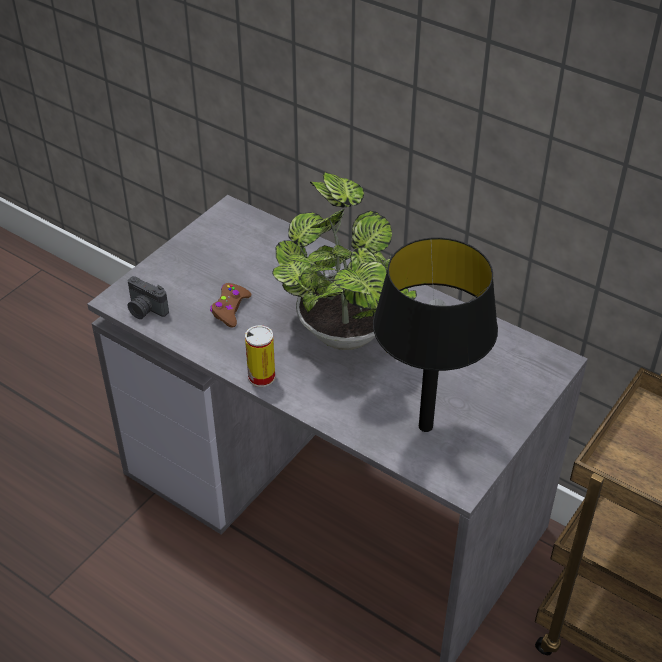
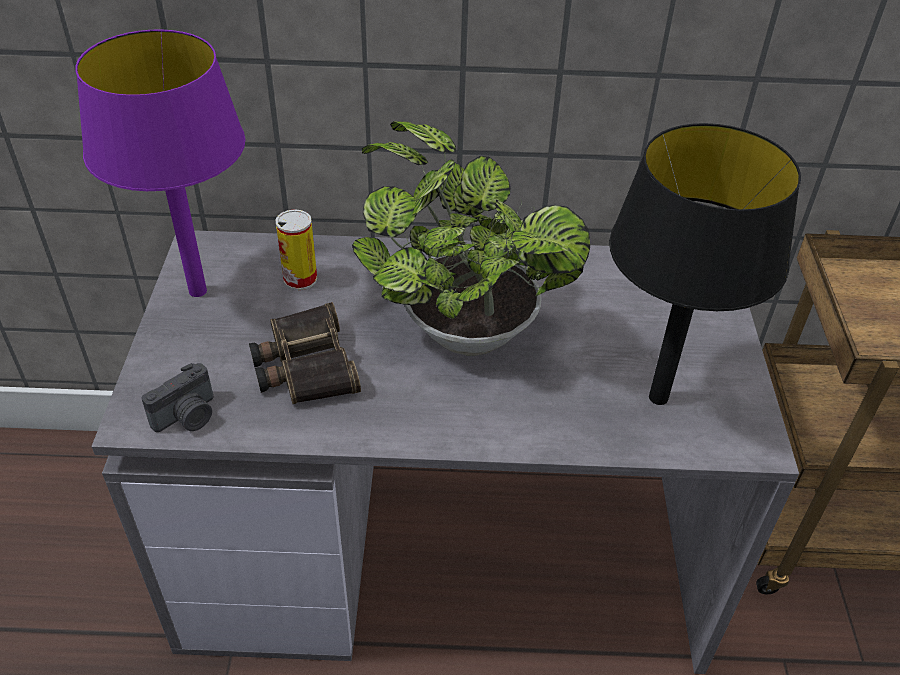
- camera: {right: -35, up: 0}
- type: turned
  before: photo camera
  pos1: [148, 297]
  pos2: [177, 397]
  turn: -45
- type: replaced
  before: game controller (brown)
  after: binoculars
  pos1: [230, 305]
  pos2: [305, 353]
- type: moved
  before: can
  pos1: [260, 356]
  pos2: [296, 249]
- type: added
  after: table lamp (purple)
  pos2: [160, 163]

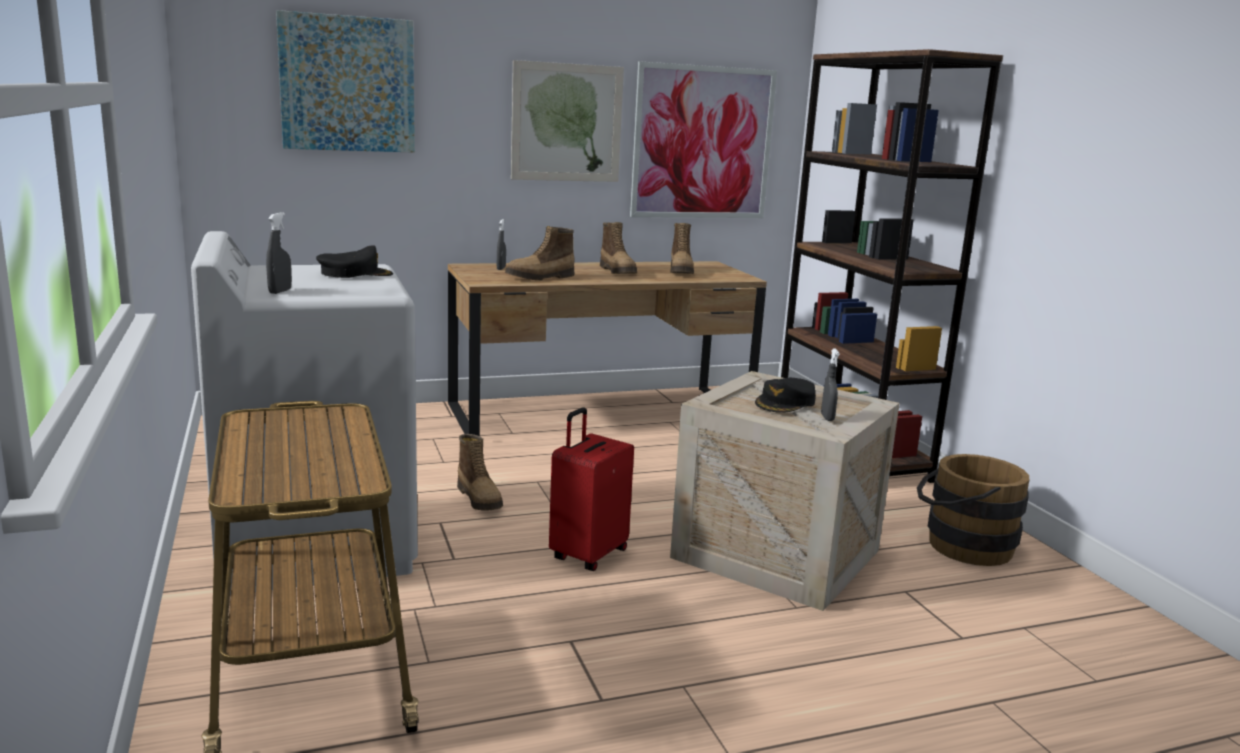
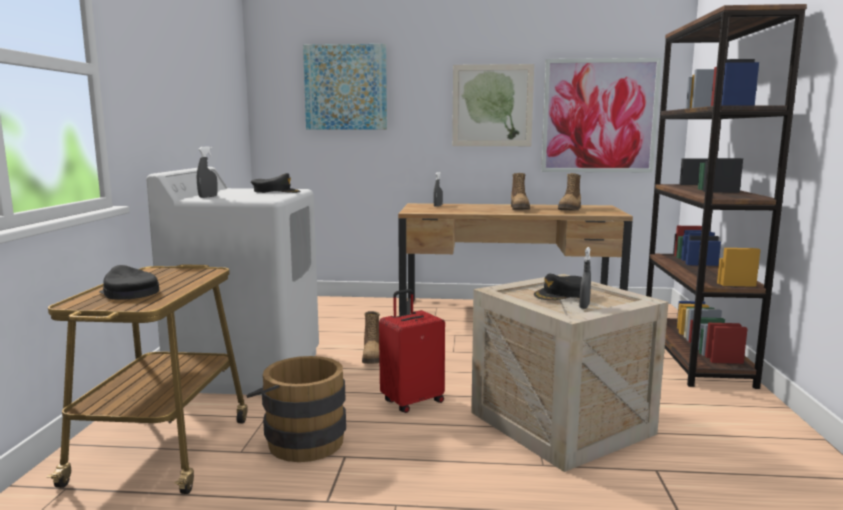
- camera: {right: 25, up: -5}
- type: removed
  before: boot
  pos1: [540, 253]
- type: moved
  before: bucket (brown)
  pos1: [973, 510]
  pos2: [296, 409]
- type: added
  after: cap (black)
  pos2: [129, 282]

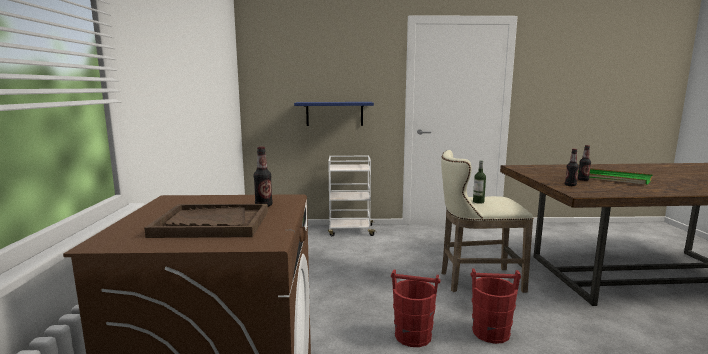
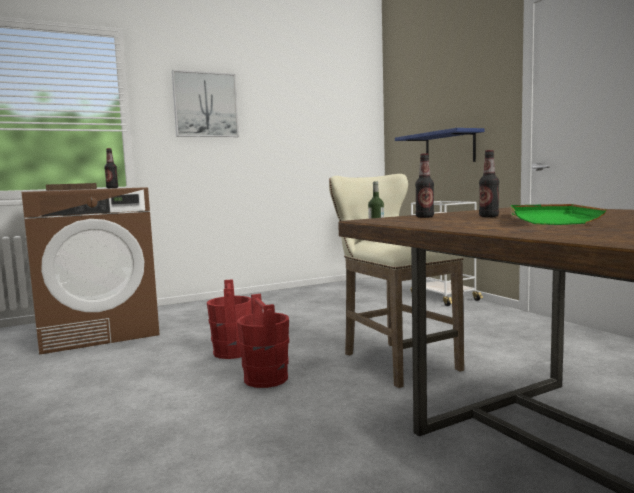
- camera: {right: 65, up: -5}
- type: added
  after: picture
  pos2: [205, 103]

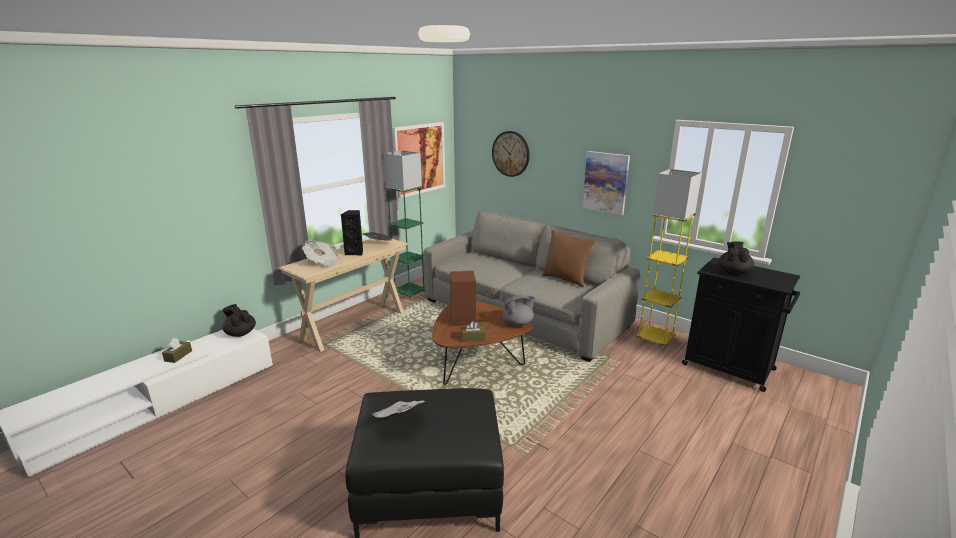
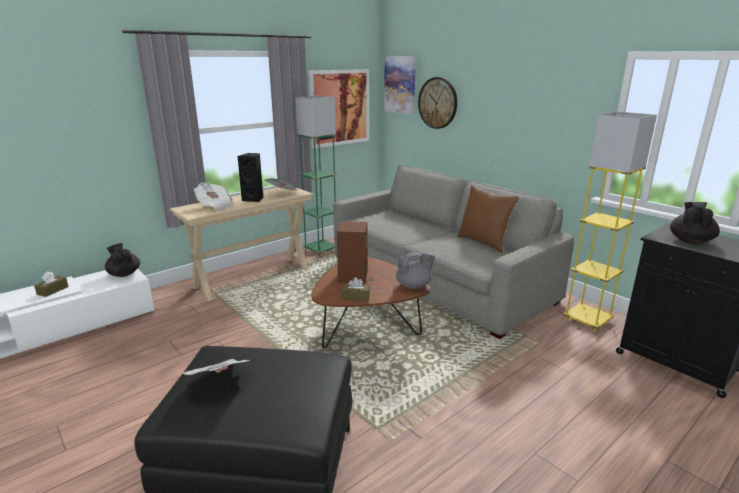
- camera: {right: 10, up: 0}
- type: moved
  before: picture
  pos1: [606, 183]
  pos2: [400, 85]

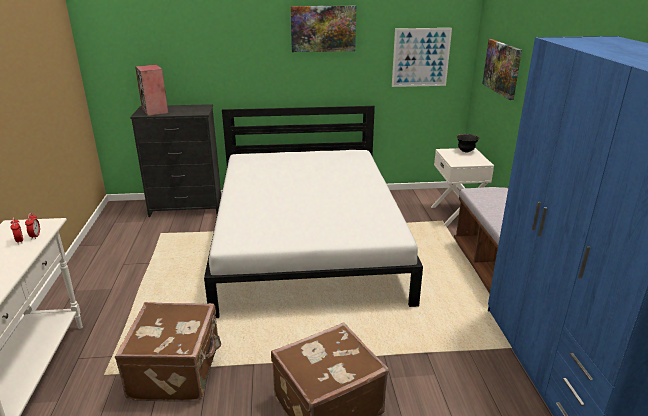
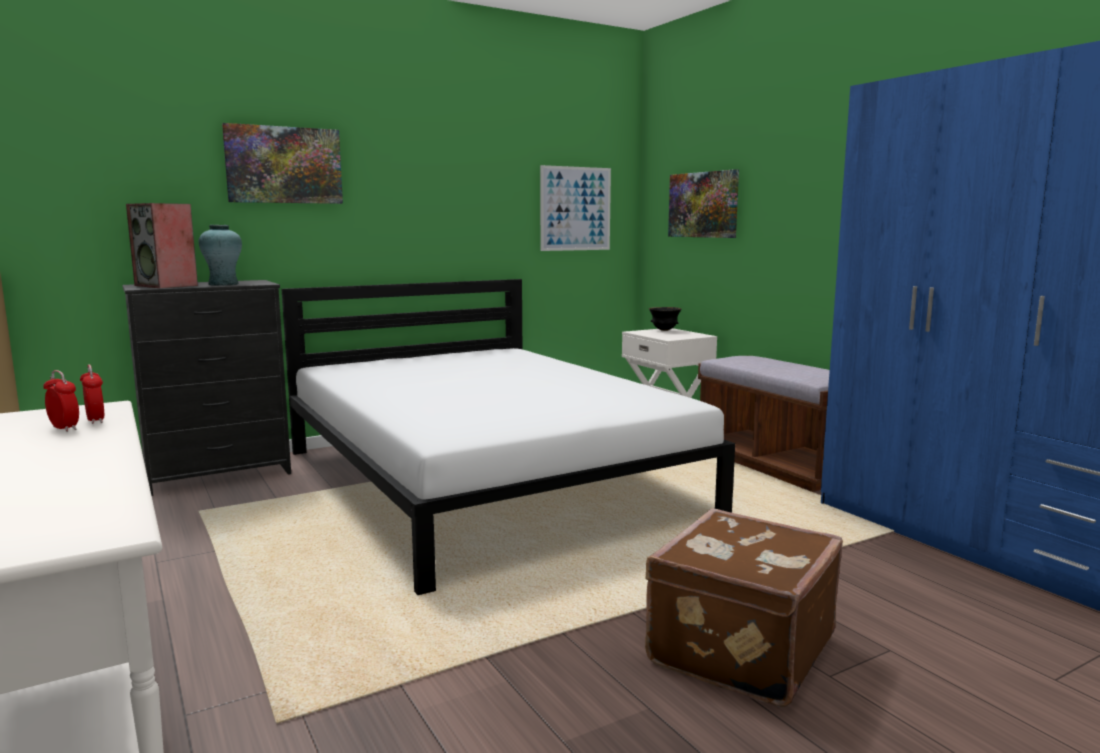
- camera: {right: -25, up: -15}
- type: removed
  before: suitcase (brown)
  pos1: [168, 351]
- type: moved
  before: picture
  pos1: [323, 29]
  pos2: [282, 163]
- type: added
  after: vase (turquoise)
  pos2: [220, 255]

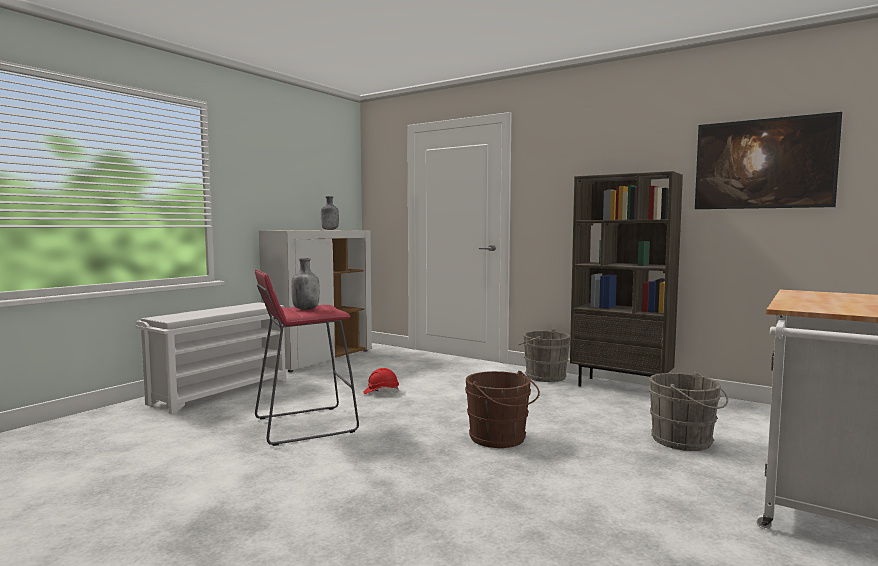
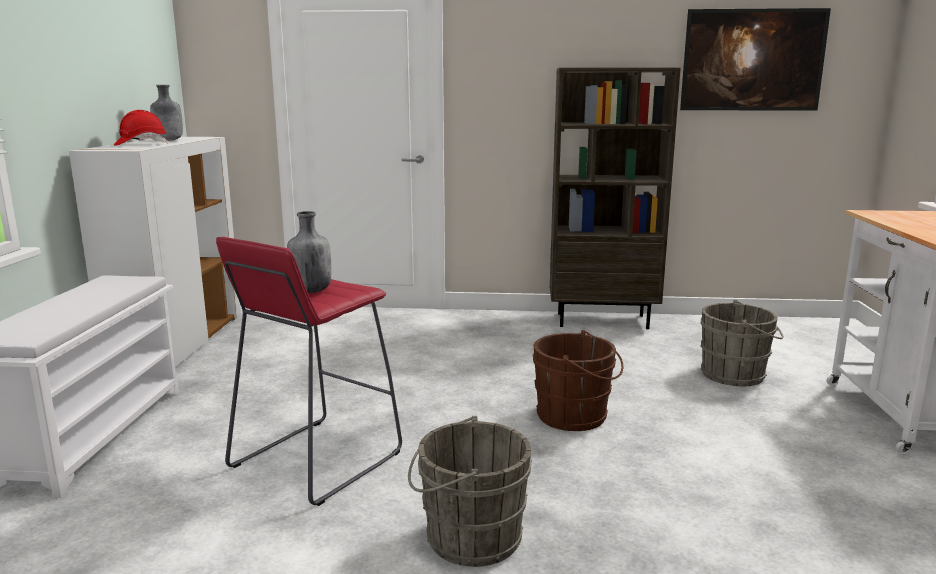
- camera: {right: -30, up: 10}
- type: moved
  before: hard hat (red)
  pos1: [381, 381]
  pos2: [140, 128]
- type: moved
  before: bucket (grey)
  pos1: [544, 355]
  pos2: [470, 491]

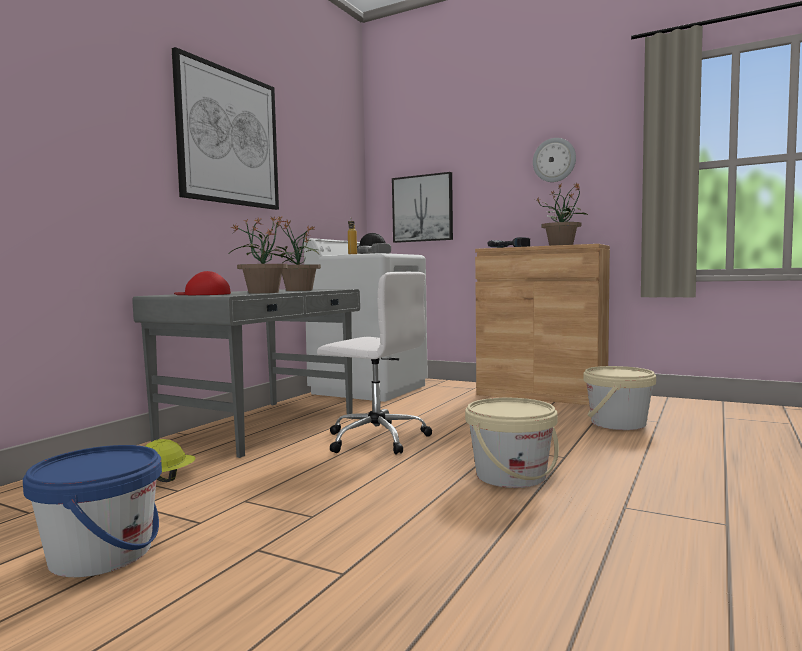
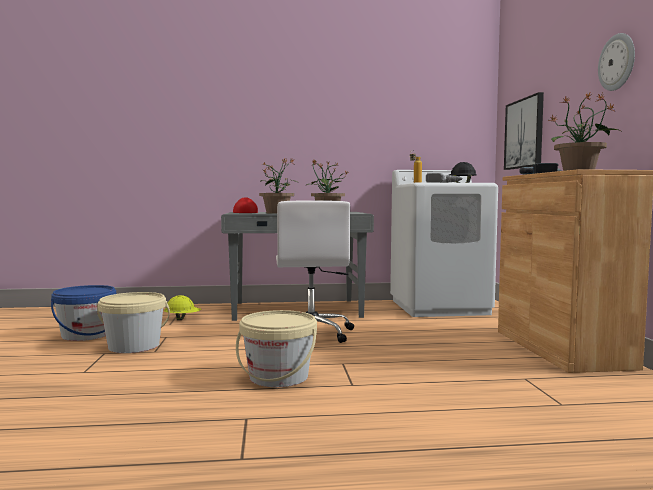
- camera: {right: 55, up: 0}
- type: removed
  before: picture
  pos1: [225, 128]
- type: moved
  before: bucket (beige)
  pos1: [620, 398]
  pos2: [133, 322]

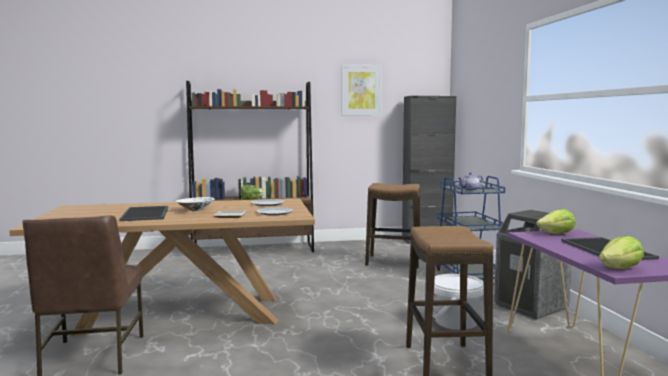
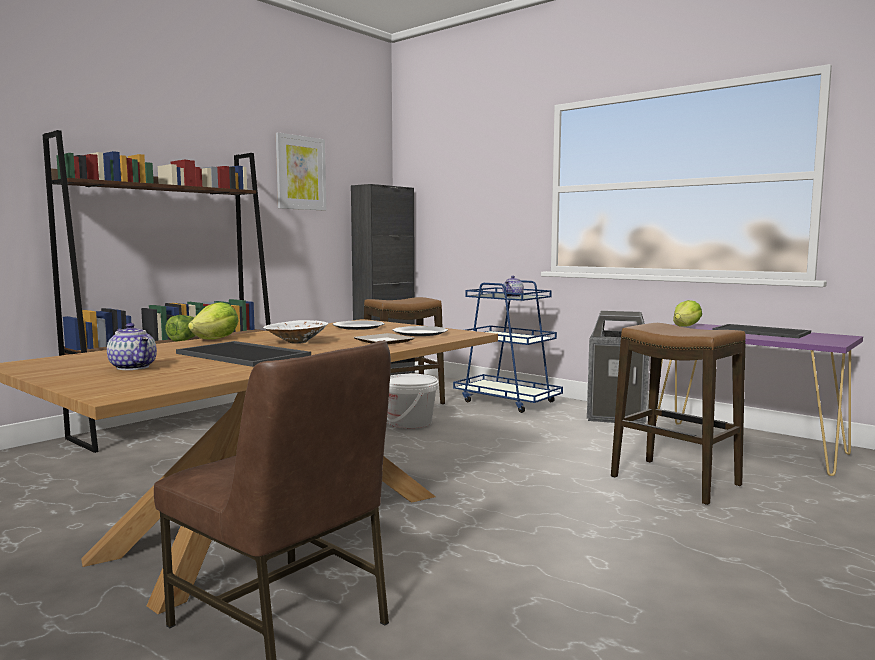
- camera: {right: -40, up: 0}
- type: moved
  before: bucket (white)
  pos1: [458, 302]
  pos2: [413, 401]
- type: moved
  before: lettuce
  pos1: [621, 252]
  pos2: [213, 321]
- type: added
  after: teapot
  pos2: [132, 346]

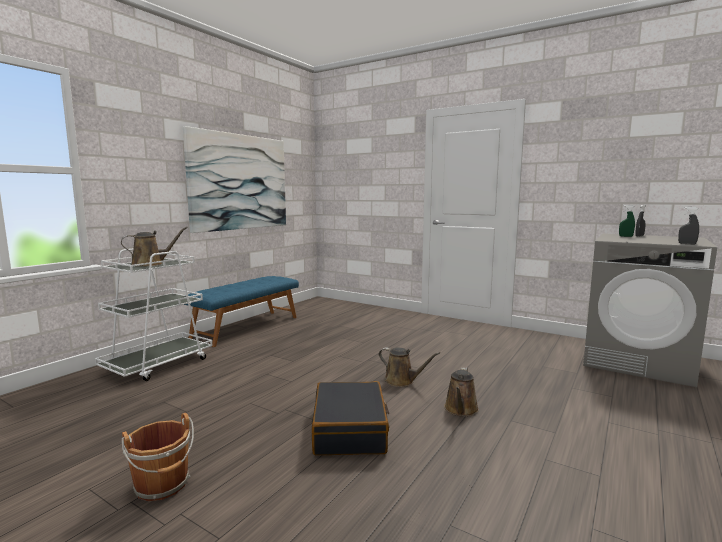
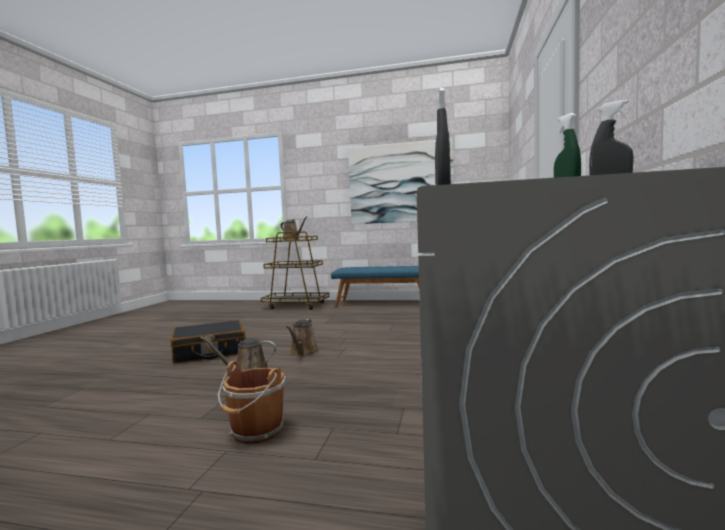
- camera: {right: 70, up: -5}
- type: recoloured
  before: cart (white)
  after: cart (brown)
  pos1: [153, 314]
  pos2: [295, 270]
- type: moved
  before: bucket (brown)
  pos1: [158, 457]
  pos2: [251, 402]

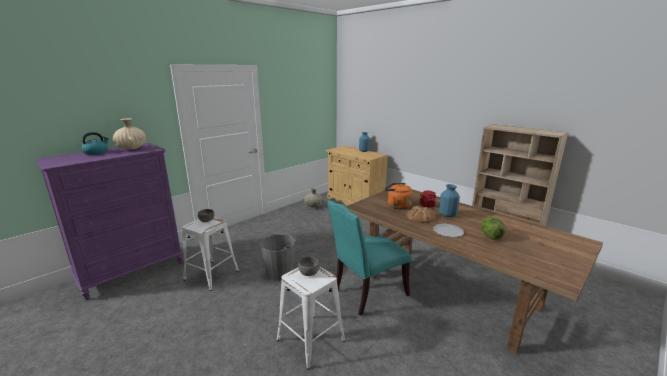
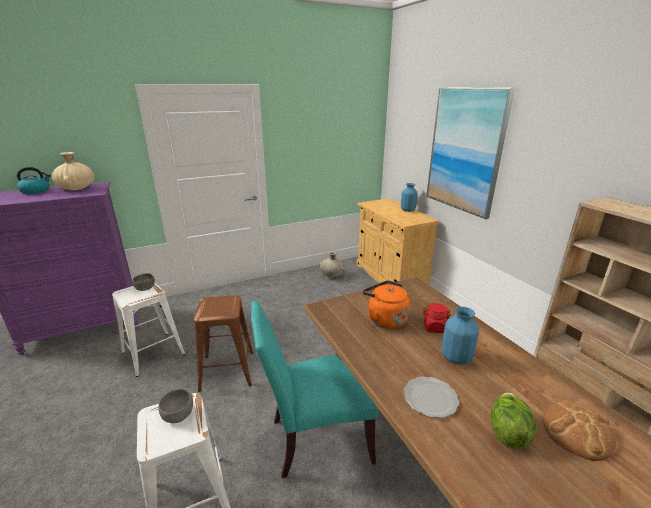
- camera: {right: 20, up: 5}
- type: replaced
  before: bucket (grey)
  after: stool (brown)
  pos1: [278, 257]
  pos2: [223, 343]
- type: moved
  before: bread
  pos1: [420, 214]
  pos2: [580, 430]
- type: added
  after: picture
  pos2: [470, 153]

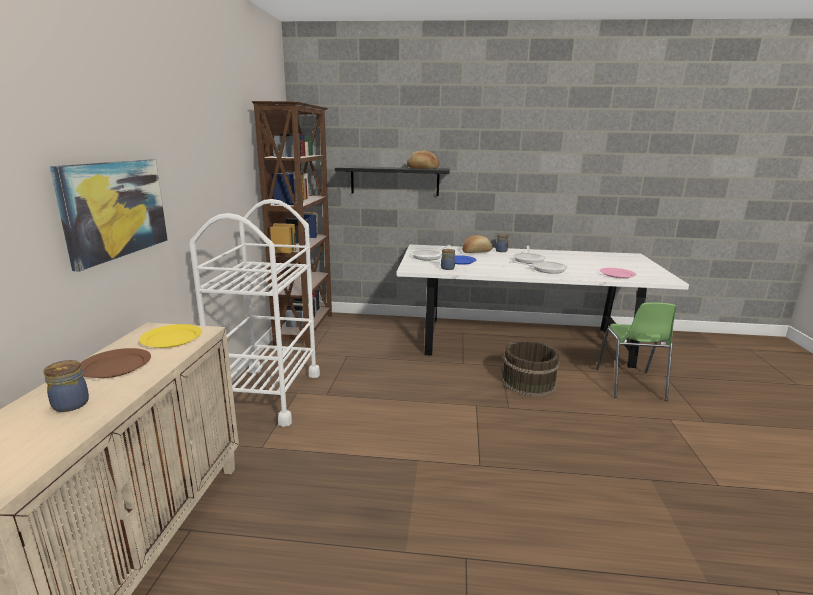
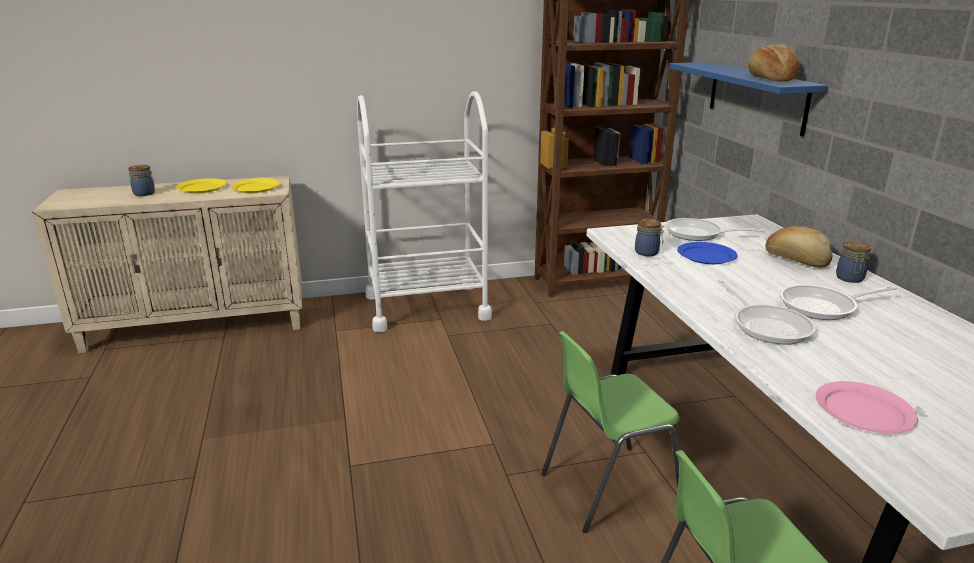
- camera: {right: 70, up: 5}
- type: removed
  before: picture
  pos1: [109, 215]
- type: recoloured
  before: plate (brown)
  after: plate (yellow)
  pos1: [115, 363]
  pos2: [201, 185]
- type: recoloured
  before: shelf (black)
  after: shelf (blue)
  pos1: [392, 181]
  pos2: [748, 99]
- type: replaced
  before: bucket (brown)
  after: chair (green)
  pos1: [530, 368]
  pos2: [610, 432]

